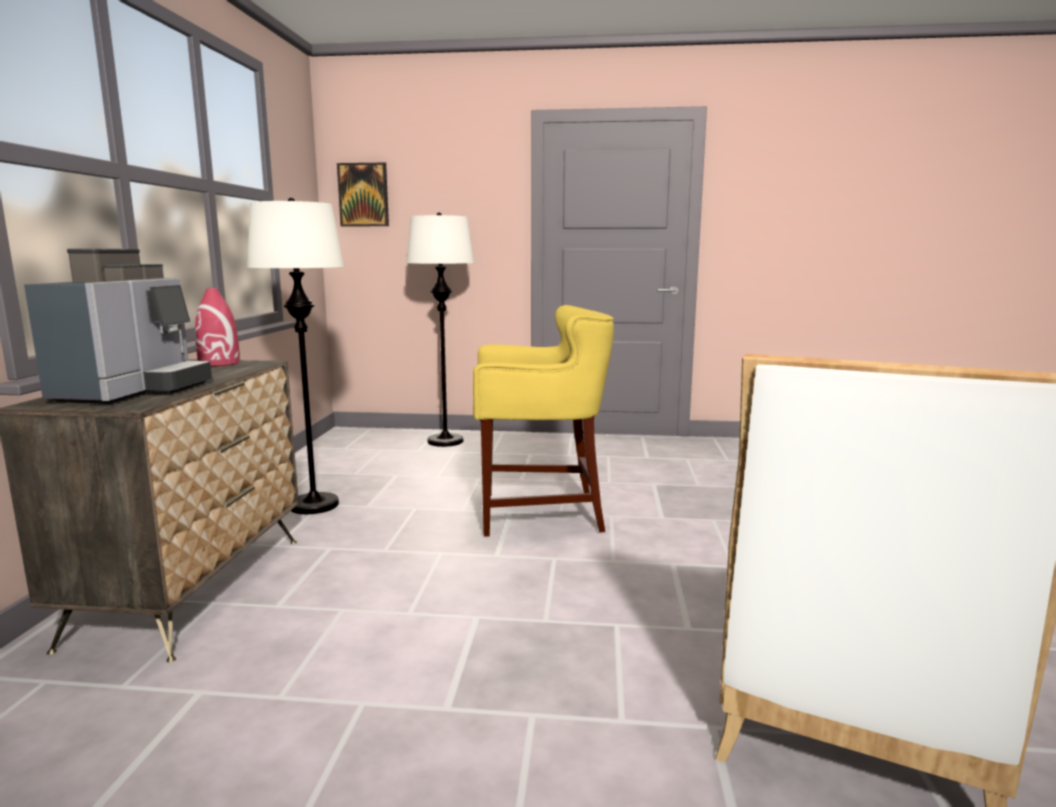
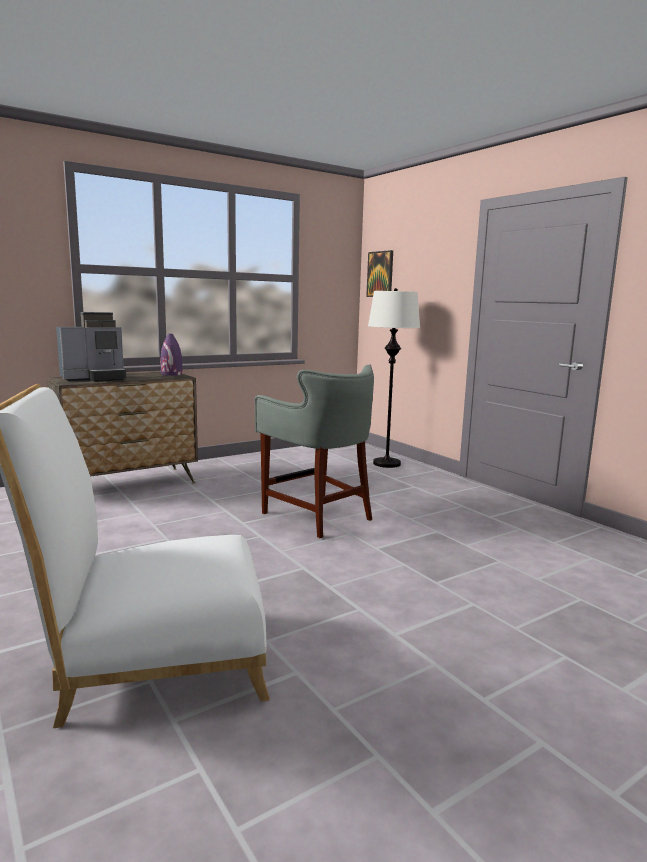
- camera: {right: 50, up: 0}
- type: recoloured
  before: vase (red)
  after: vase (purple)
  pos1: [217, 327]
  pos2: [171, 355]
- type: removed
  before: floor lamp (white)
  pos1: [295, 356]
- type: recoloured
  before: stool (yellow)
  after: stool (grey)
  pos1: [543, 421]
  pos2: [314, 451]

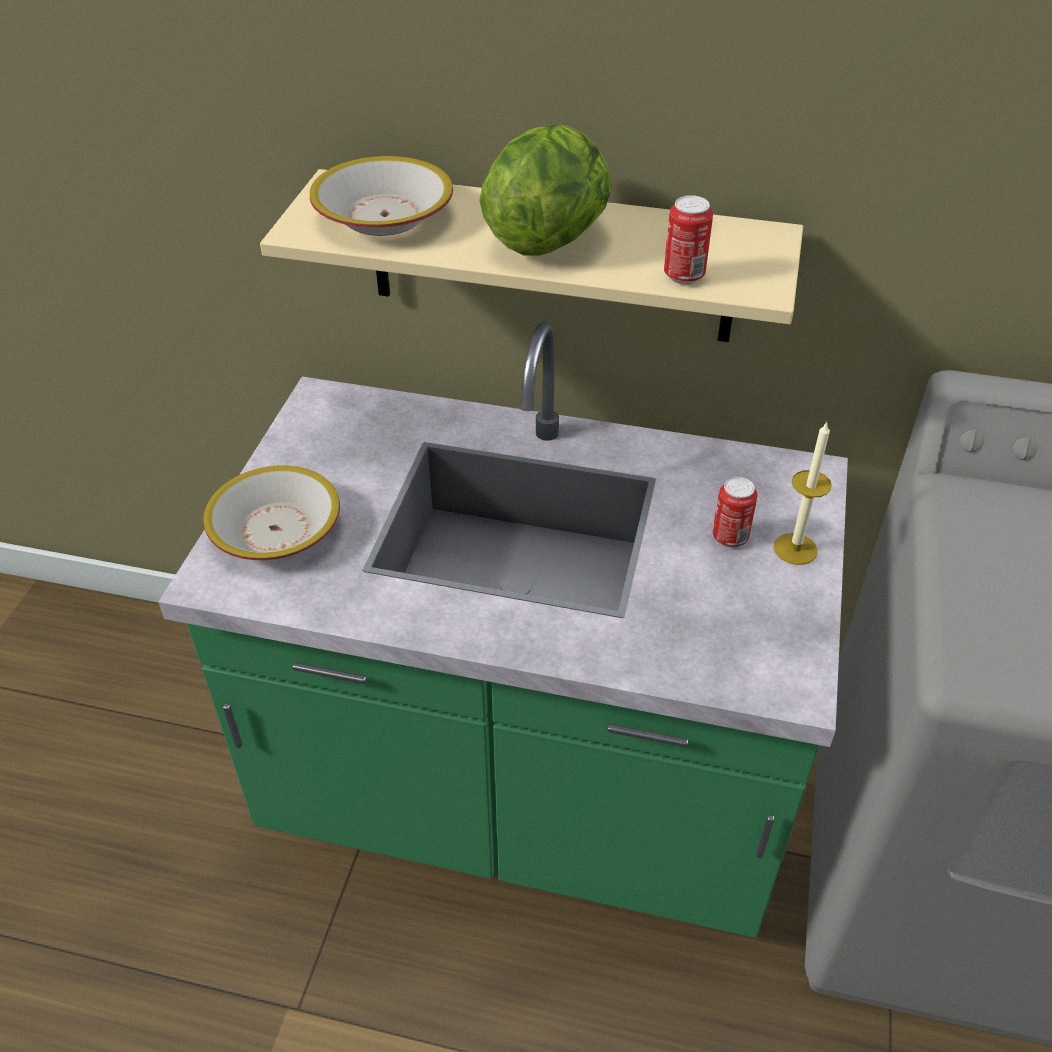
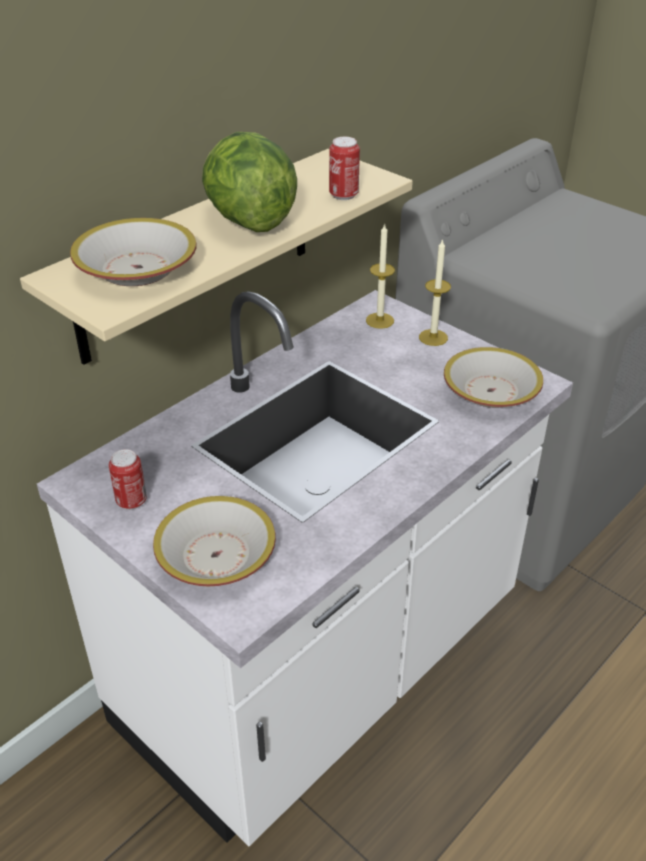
- camera: {right: -60, up: -5}
- type: recoloured
  before: counter (green)
  after: counter (white)
  pos1: [503, 630]
  pos2: [305, 568]
- type: moved
  before: can
  pos1: [734, 512]
  pos2: [128, 479]
- type: added
  after: candle
  pos2: [380, 276]
- type: added
  after: bowl
  pos2: [493, 377]

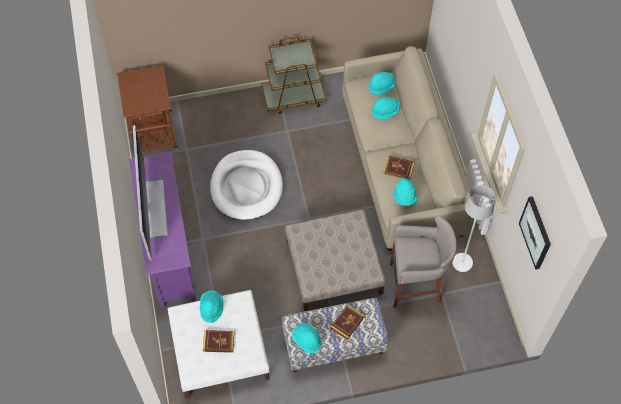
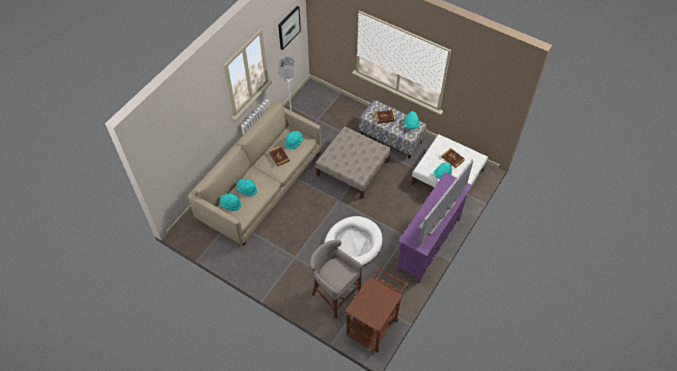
- camera: {right: -135, up: -5}
- type: removed
  before: cart (brown)
  pos1: [293, 75]
- type: moved
  before: stool (grey)
  pos1: [423, 261]
  pos2: [336, 279]

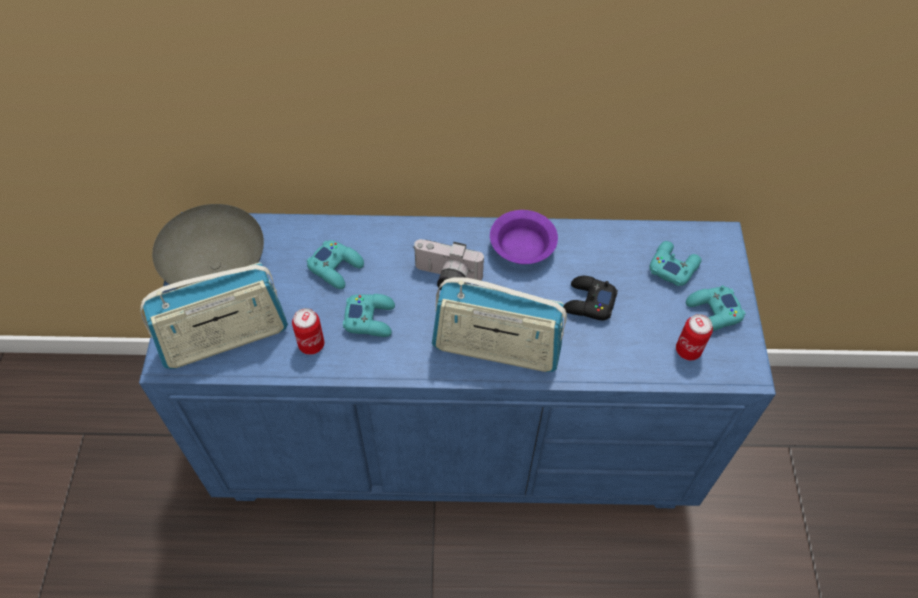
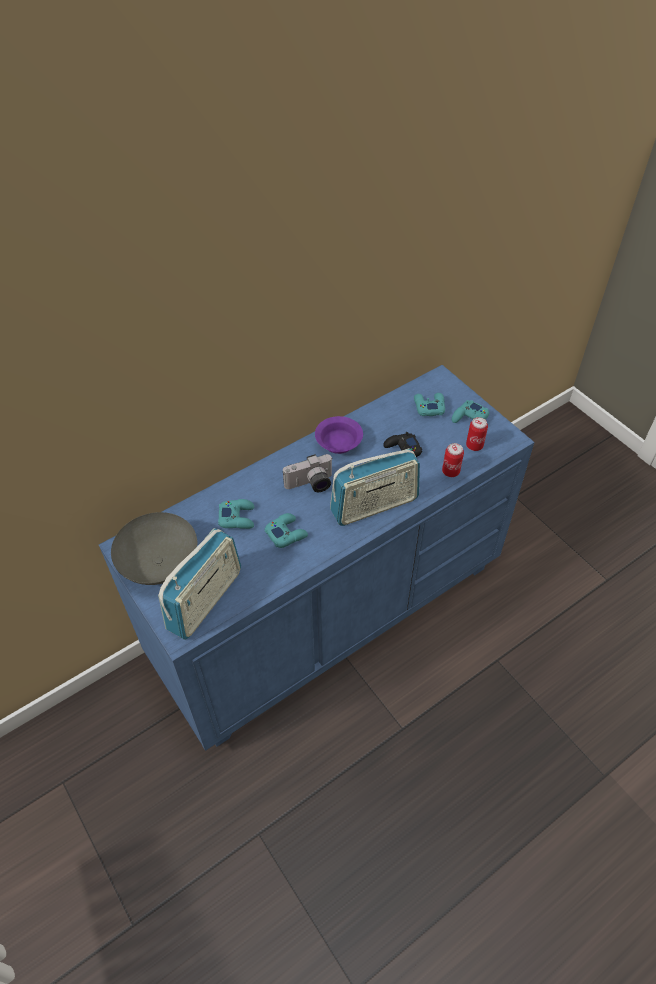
- camera: {right: -35, up: -5}
- type: moved
  before: can
  pos1: [308, 331]
  pos2: [453, 460]

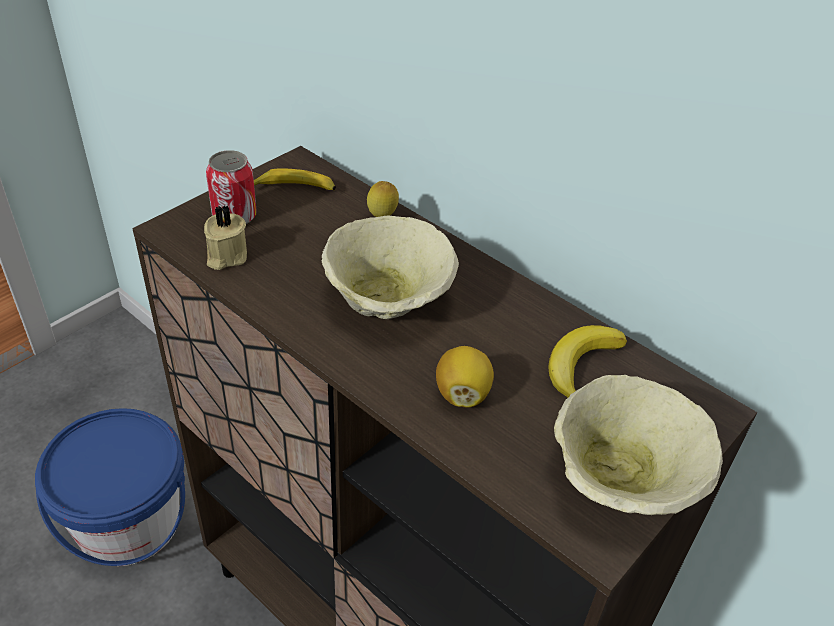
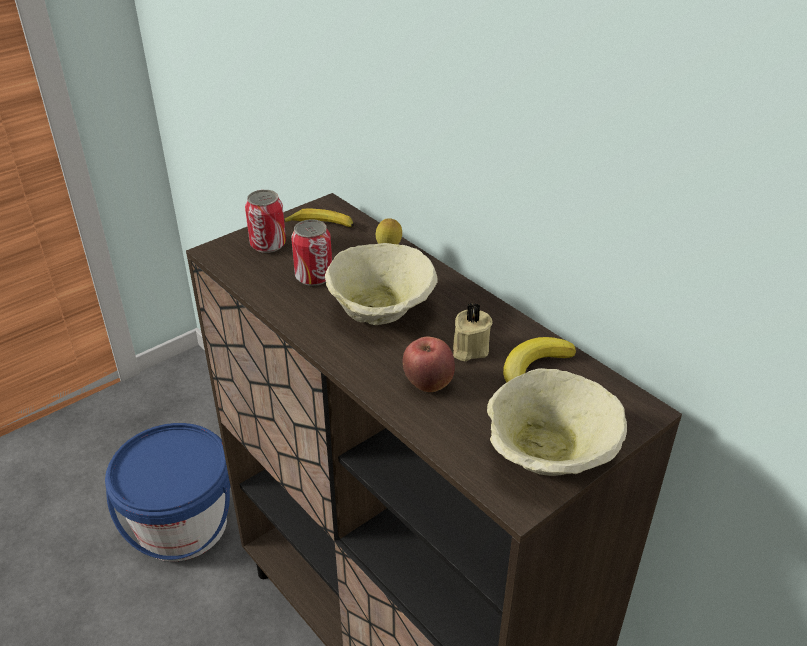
- camera: {right: 10, up: -5}
- type: moved
  before: candle (beige)
  pos1: [225, 237]
  pos2: [473, 332]
- type: replaced
  before: lemon
  after: apple
  pos1: [465, 377]
  pos2: [428, 364]
- type: added
  after: can
  pos2: [311, 252]

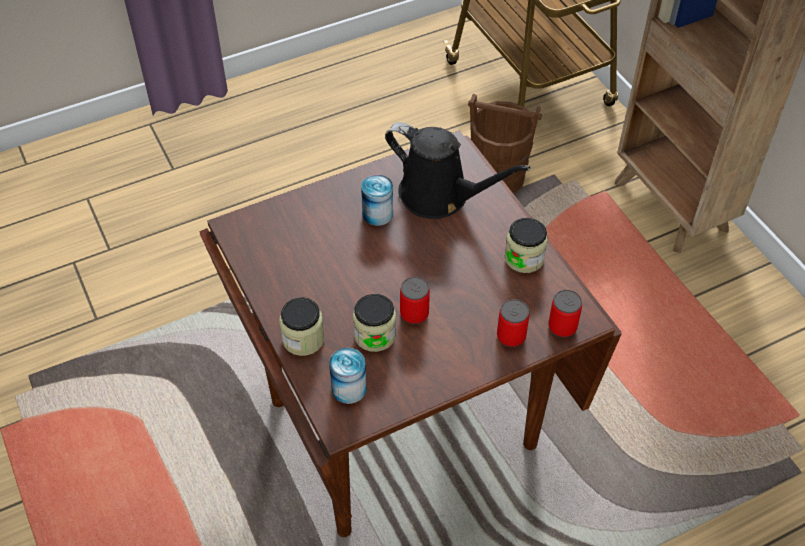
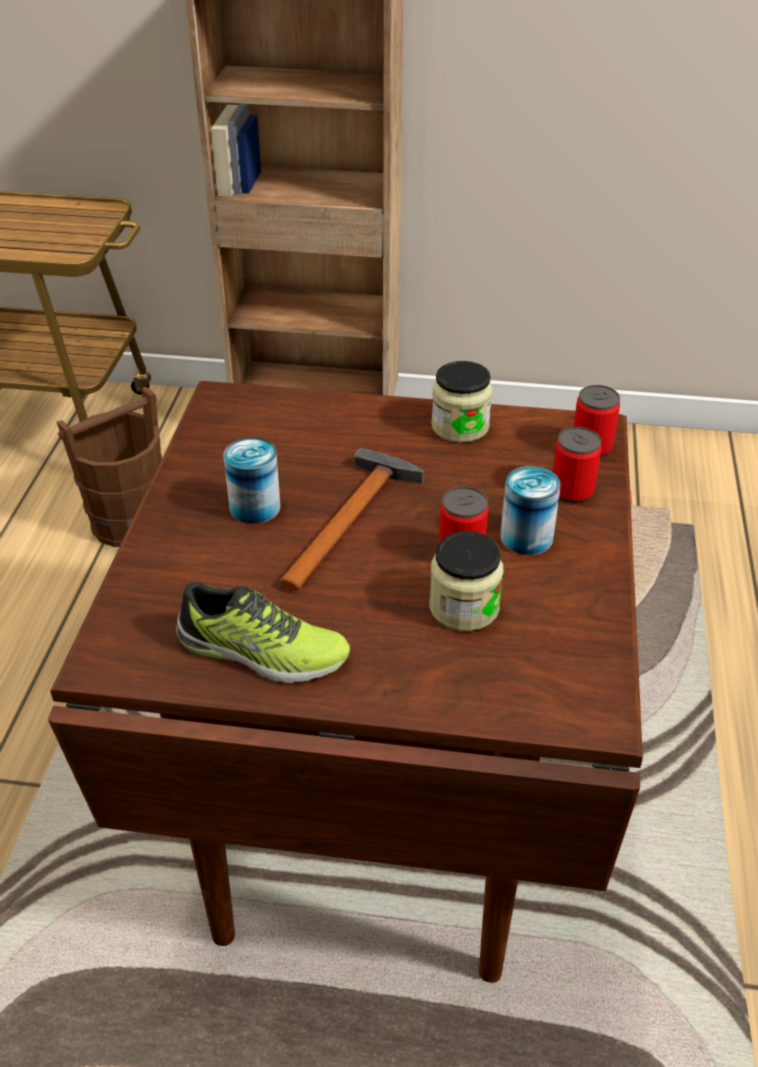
- camera: {right: -55, up: -10}
- type: removed
  before: jar
  pos1: [302, 326]
- type: moved
  before: can
  pos1: [348, 376]
  pos2: [530, 510]
- type: removed
  before: watering can (black)
  pos1: [457, 170]
- type: added
  after: shoe
  pos2: [263, 632]
- type: added
  after: hammer
  pos2: [352, 519]

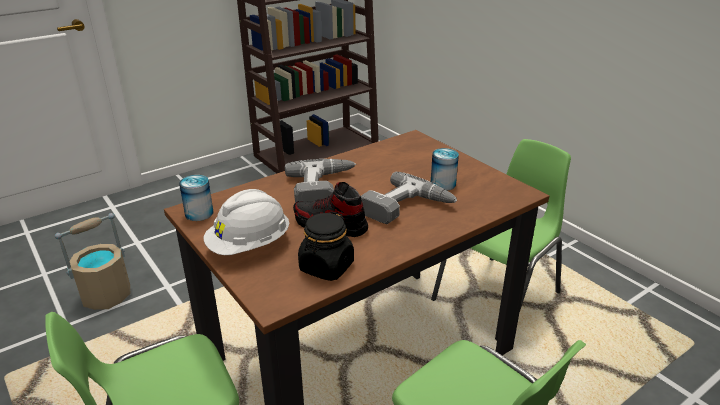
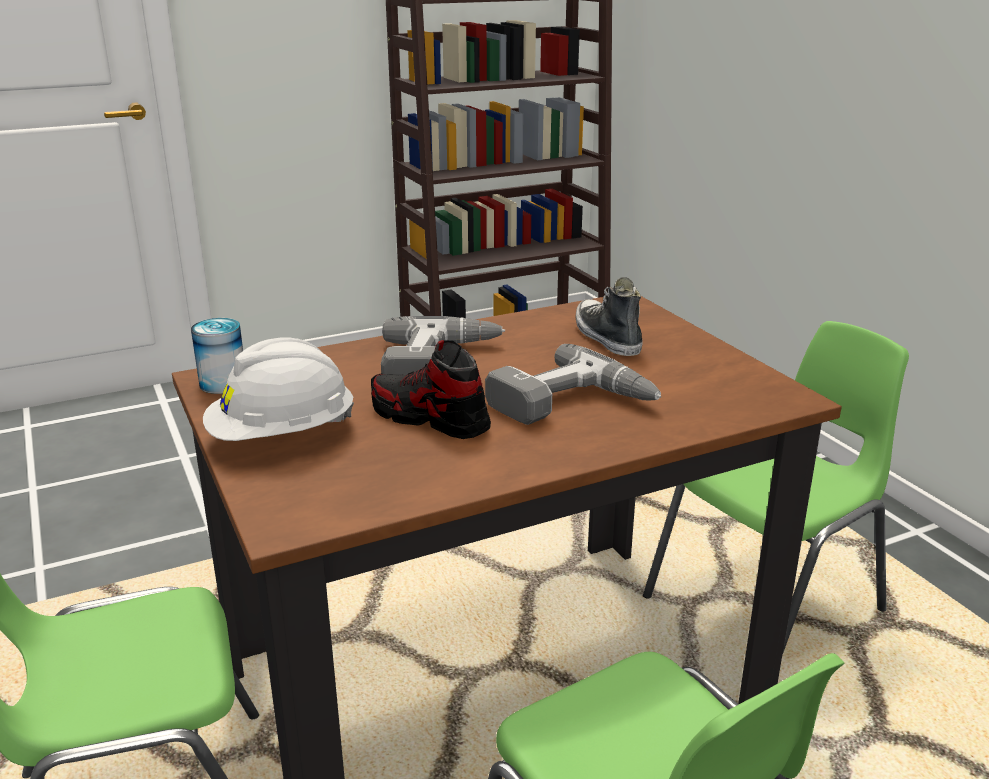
- camera: {right: 10, up: -5}
- type: removed
  before: bucket (beige)
  pos1: [92, 261]
- type: removed
  before: jar (black)
  pos1: [326, 246]
- type: removed
  before: can
  pos1: [445, 169]
- type: added
  after: shoe
  pos2: [609, 316]

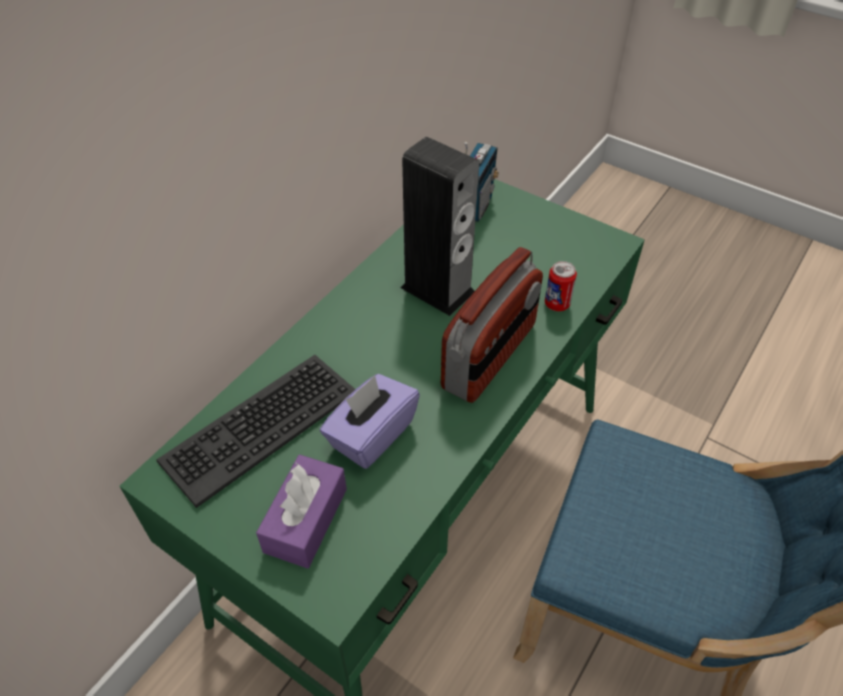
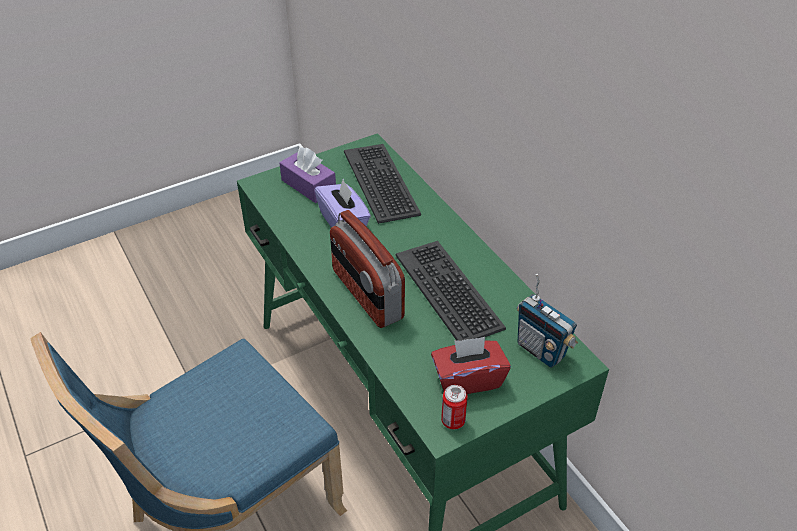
- camera: {right: 115, up: -5}
- type: replaced
  before: speaker
  after: keyboard
  pos1: [439, 226]
  pos2: [450, 291]
- type: moved
  before: can
  pos1: [561, 286]
  pos2: [454, 407]
- type: added
  after: tissue box (red)
  pos2: [471, 365]

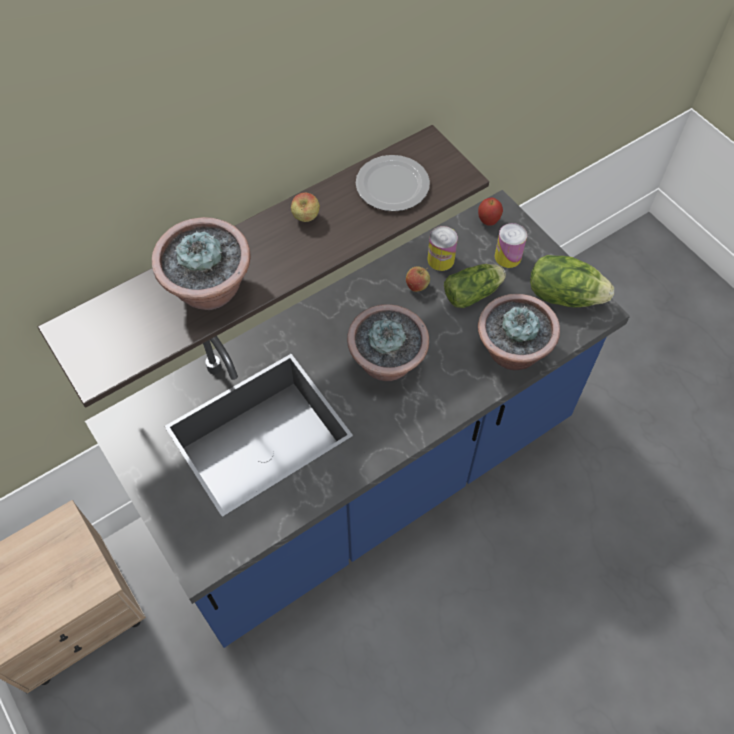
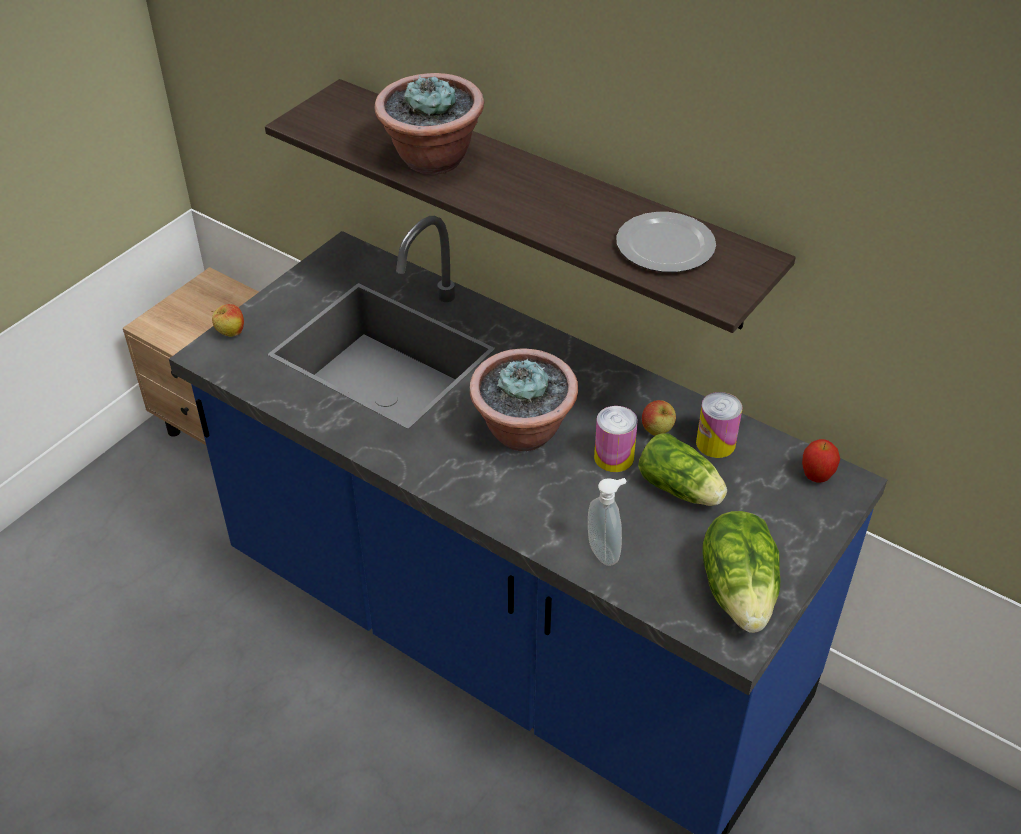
- camera: {right: 70, up: -15}
- type: moved
  before: apple
  pos1: [305, 207]
  pos2: [227, 320]
- type: replaced
  before: potted plant
  after: soap dispenser
  pos1: [519, 332]
  pos2: [607, 522]
- type: moved
  before: can
  pos1: [510, 245]
  pos2: [616, 439]

